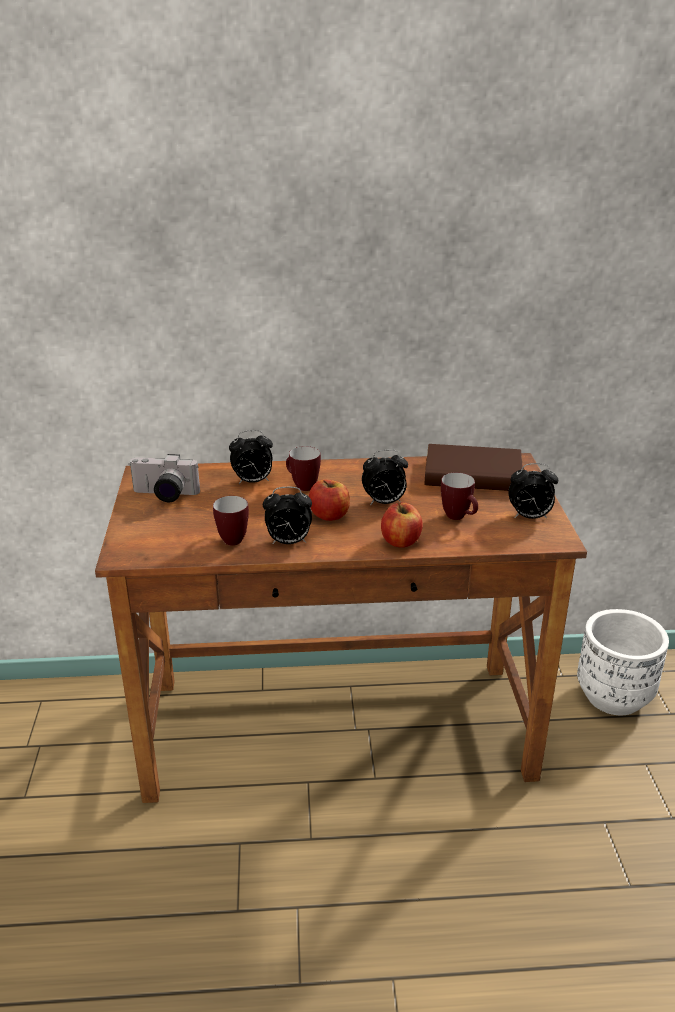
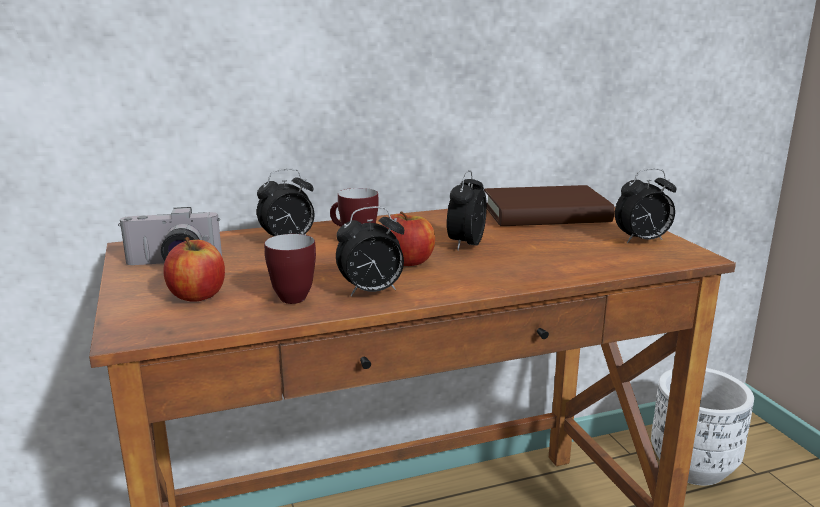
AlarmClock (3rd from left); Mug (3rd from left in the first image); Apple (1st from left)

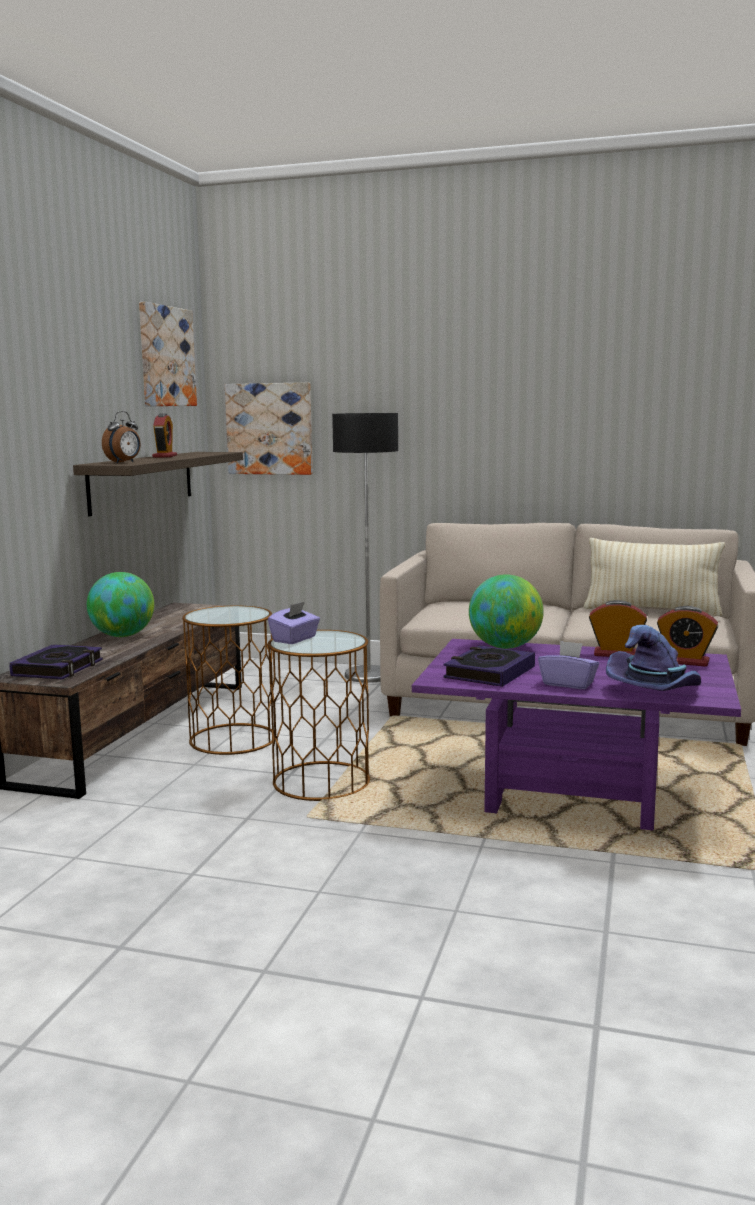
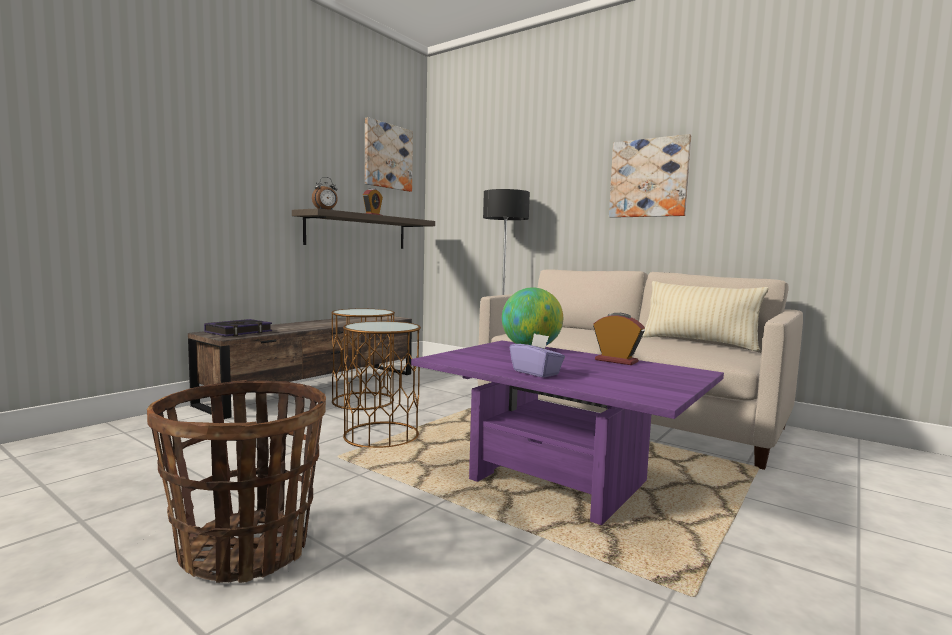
Picture (2nd from left); Globe (1st from left in the first image); PurpleTissueBox (1st from left in the first image); AlarmClock (4th from left in the first image); PurpleHat; Book (2nd from left in the first image); Basket

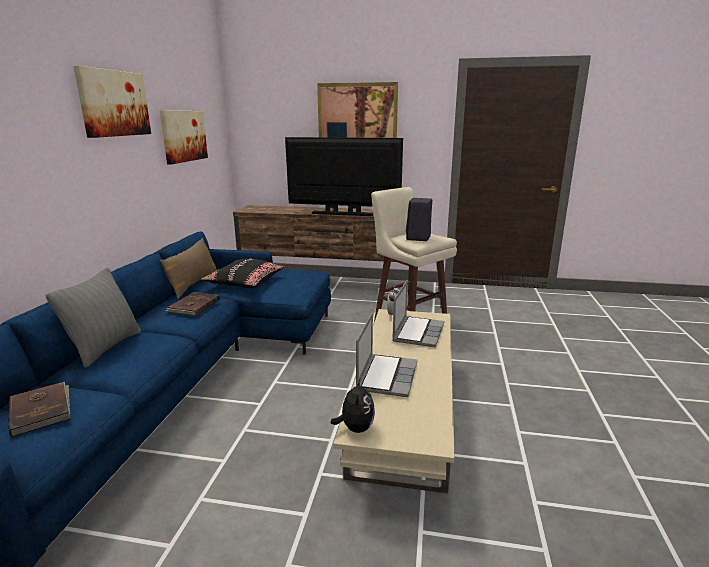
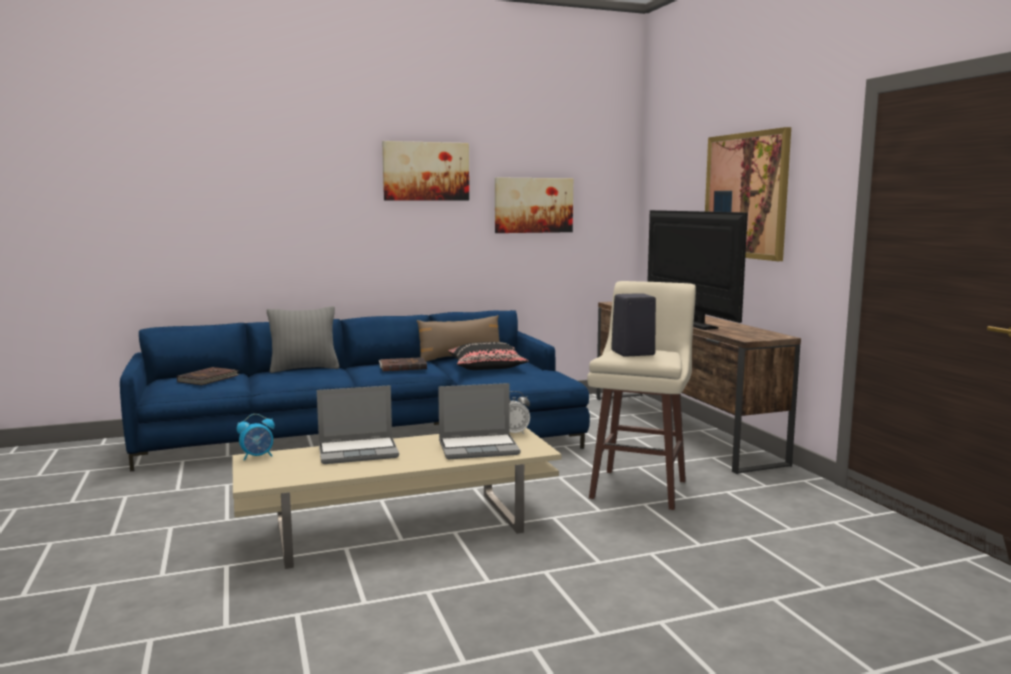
AlarmClock (1st from left)

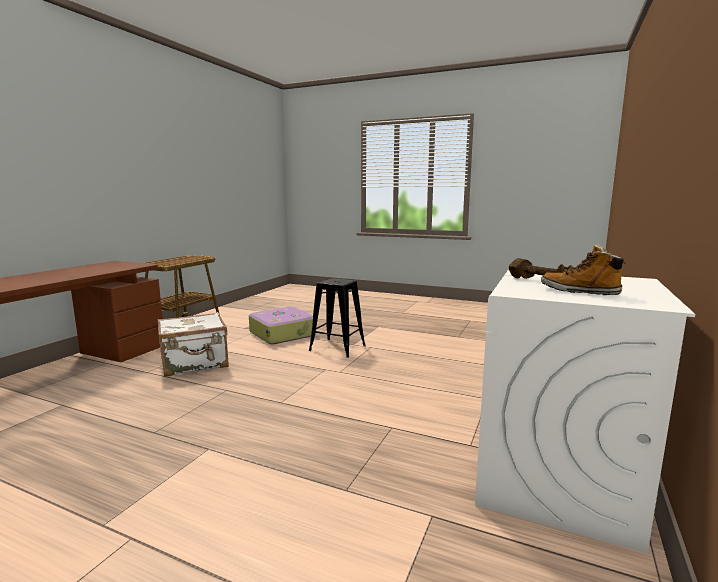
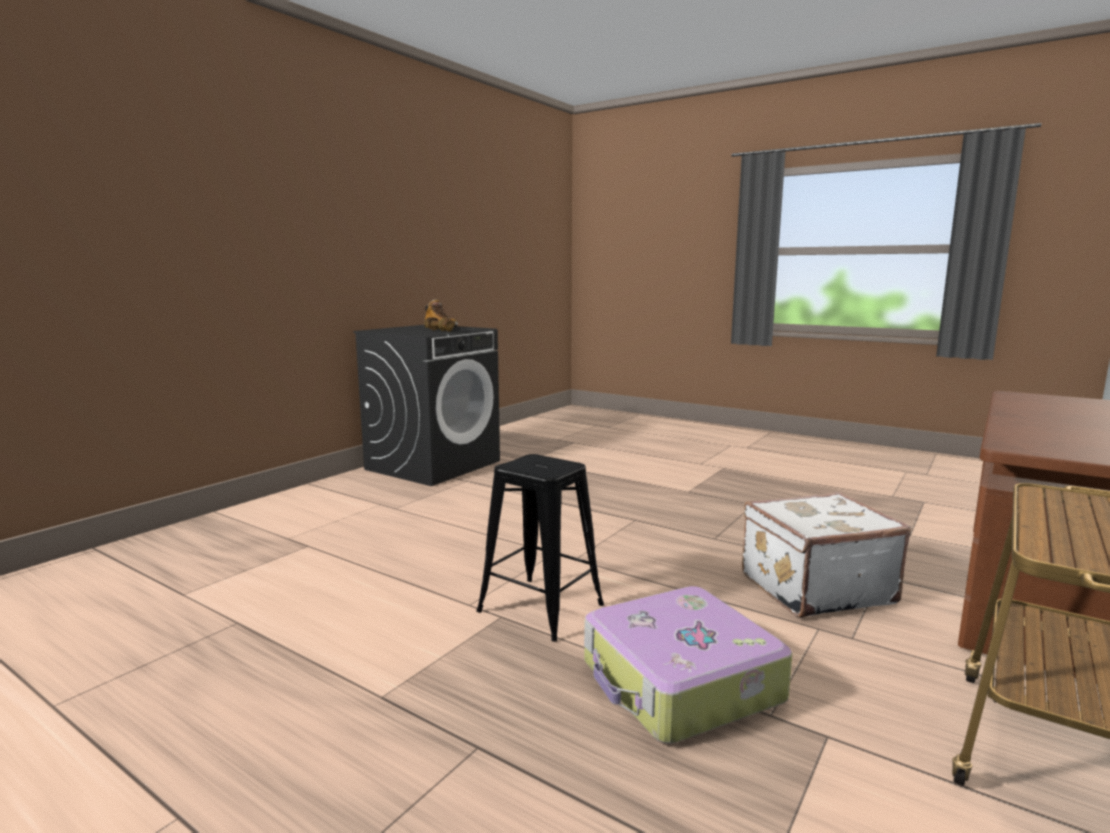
BlackWashingMachine

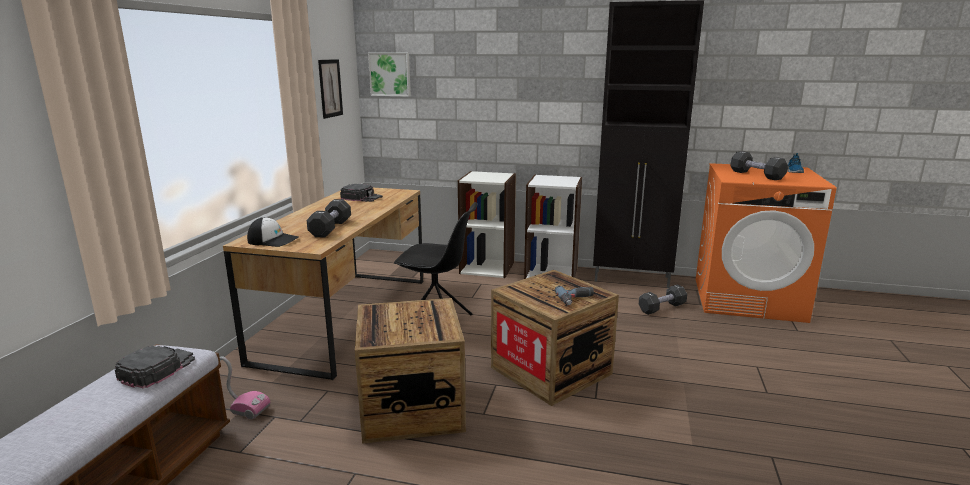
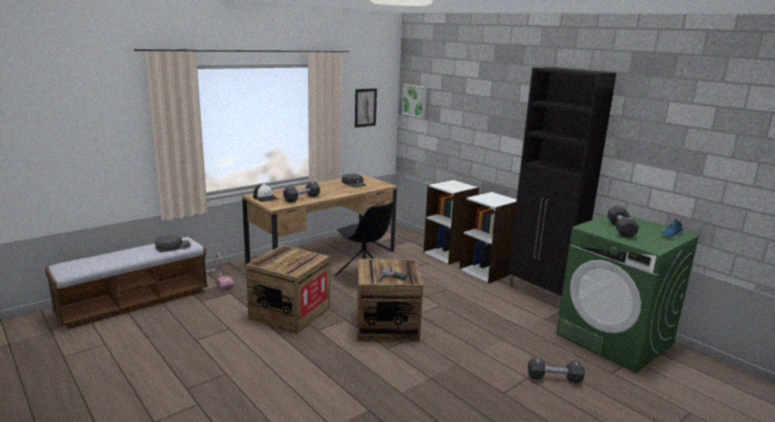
GreenWashingMachine; BlackDumbbell (2nd from left)

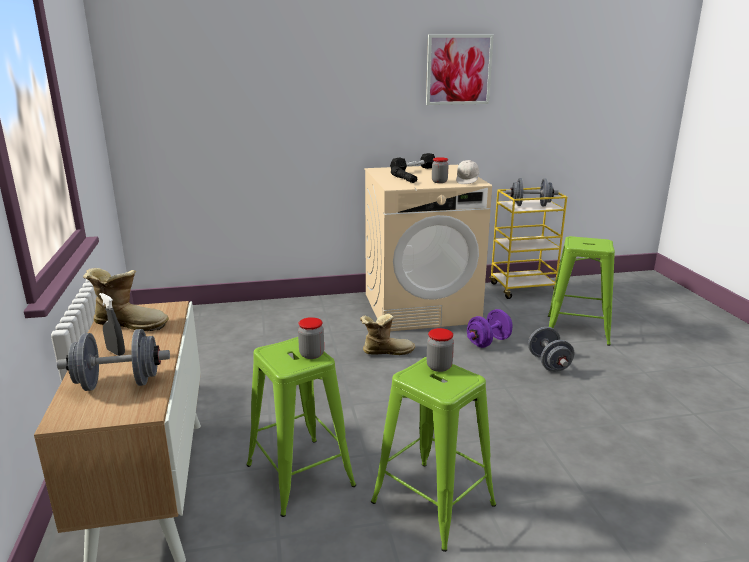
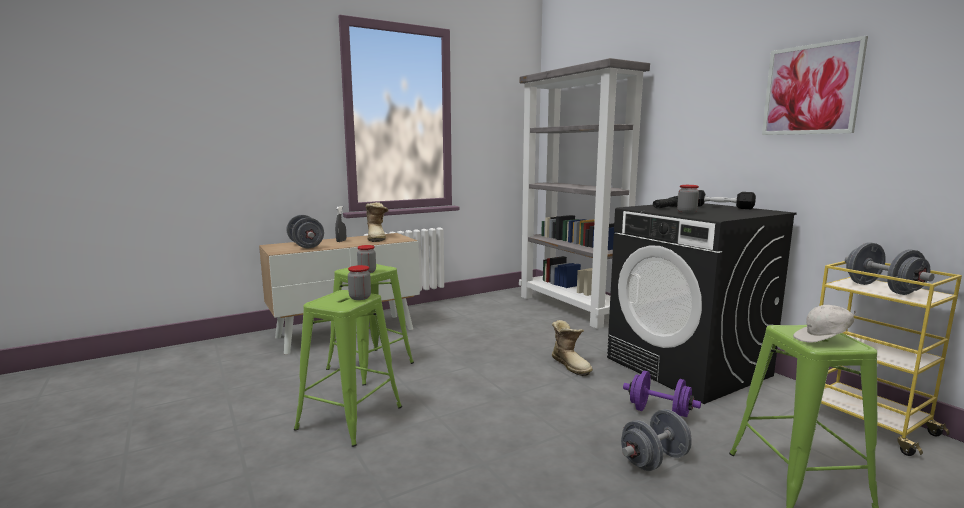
WhiteCap; BlackWashingMachine; GreyBookcase

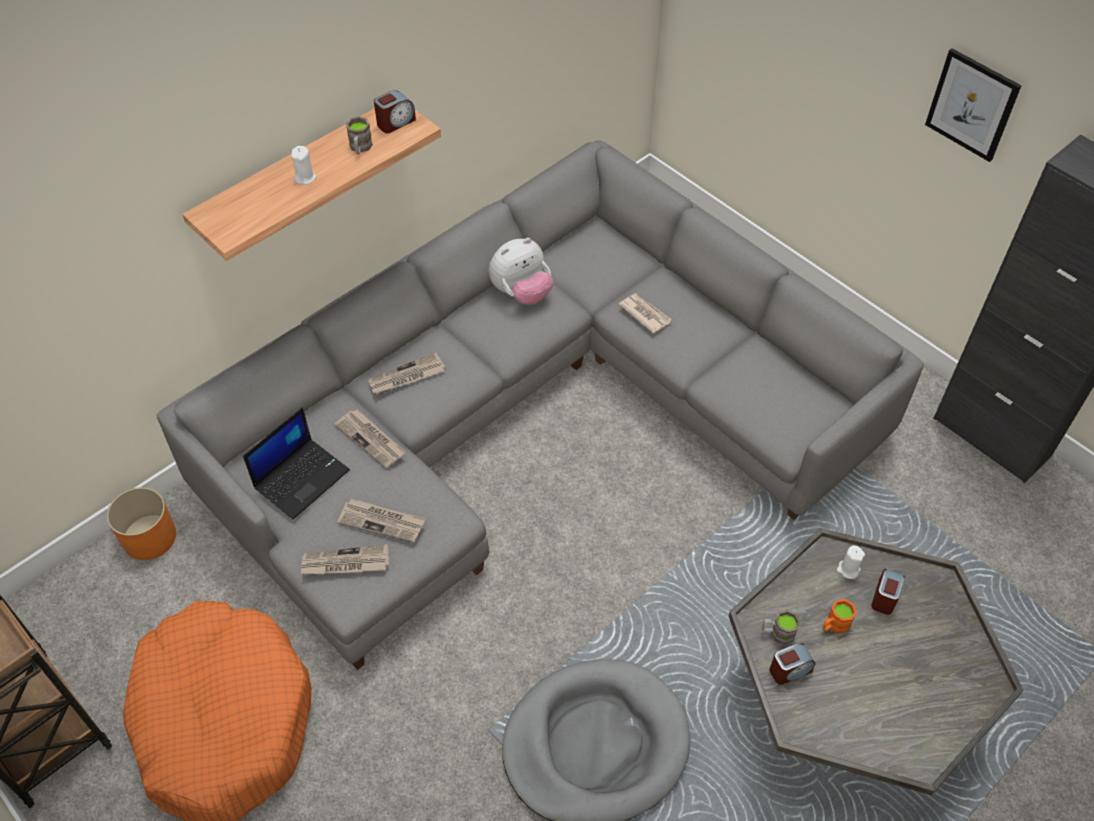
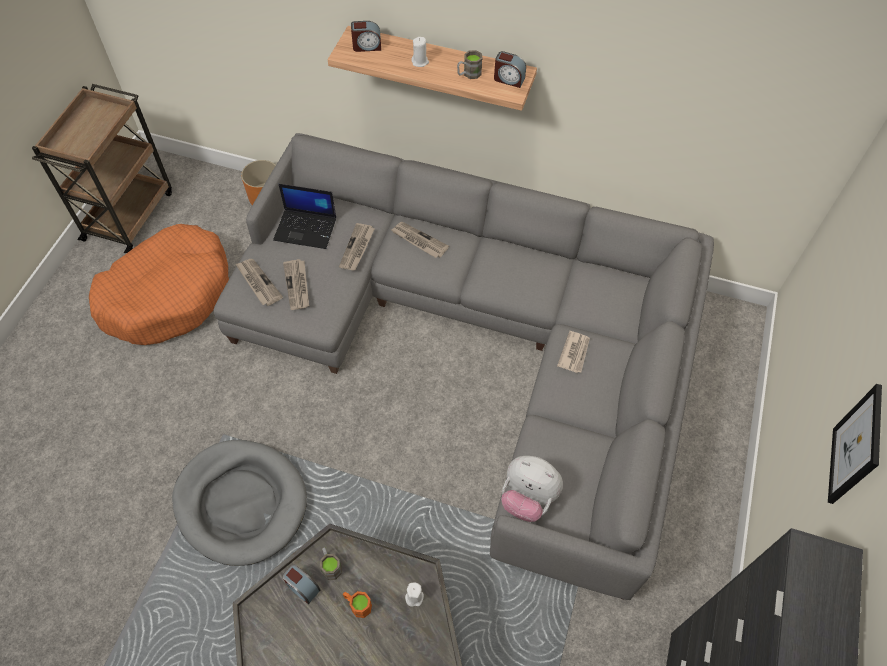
PlushToy; AlarmClock (2nd from left)

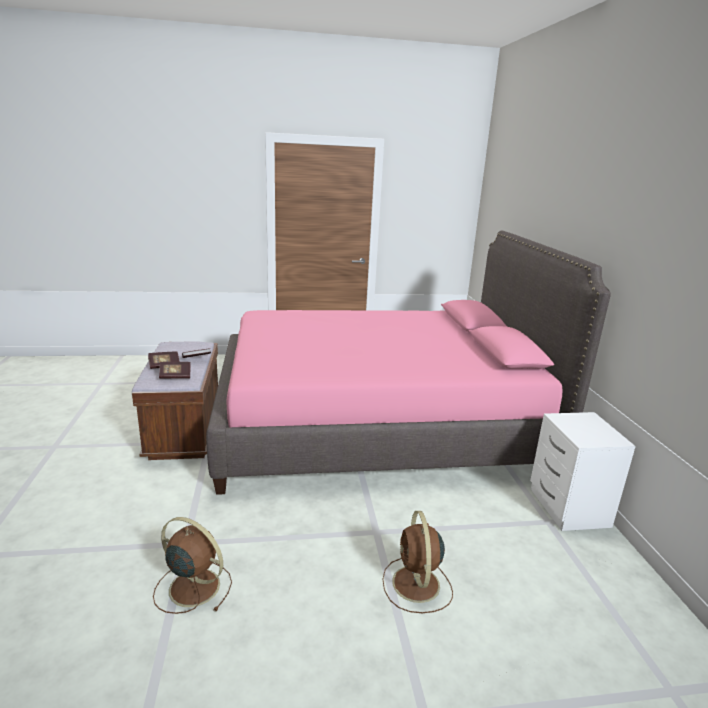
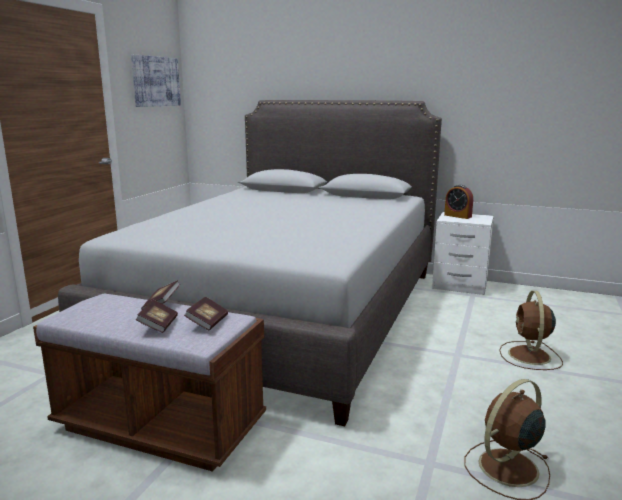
GreyBed; BrownFan (2nd from left); Picture; AlarmClock

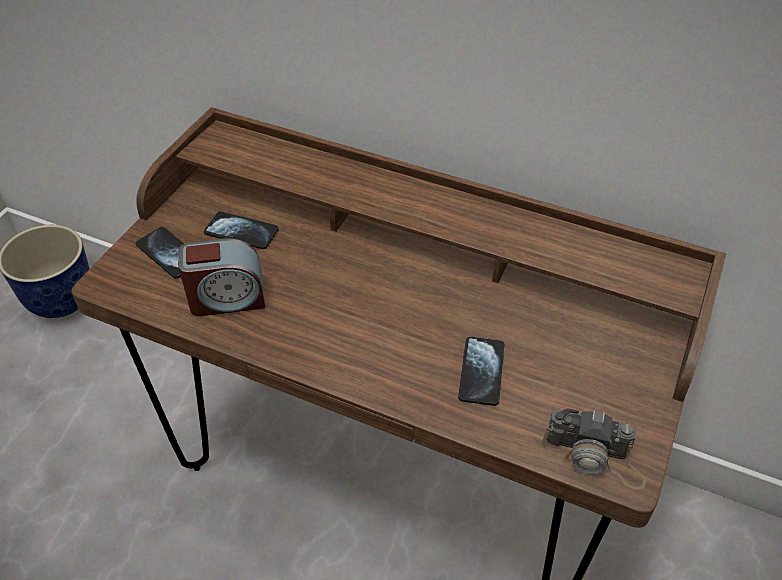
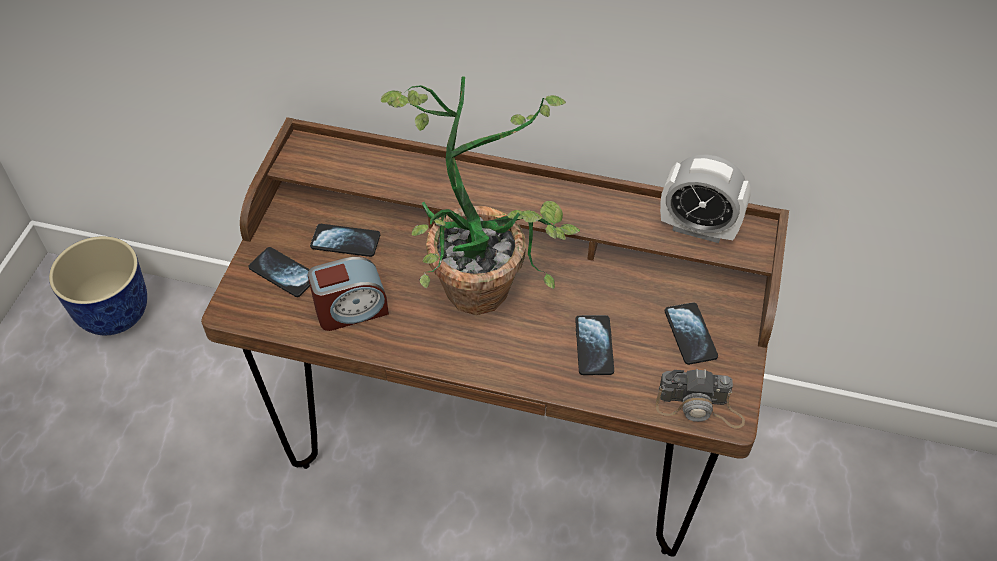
PottedPlant; AlarmClock (2nd from left); Phone (4th from left)

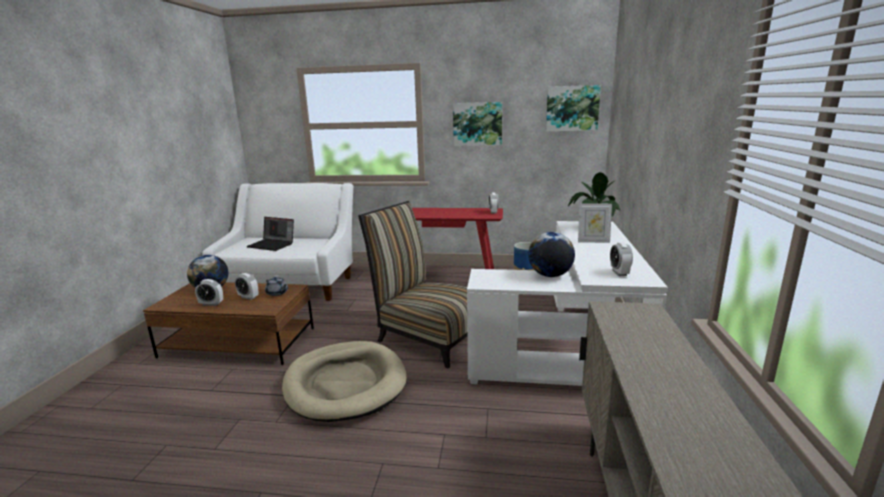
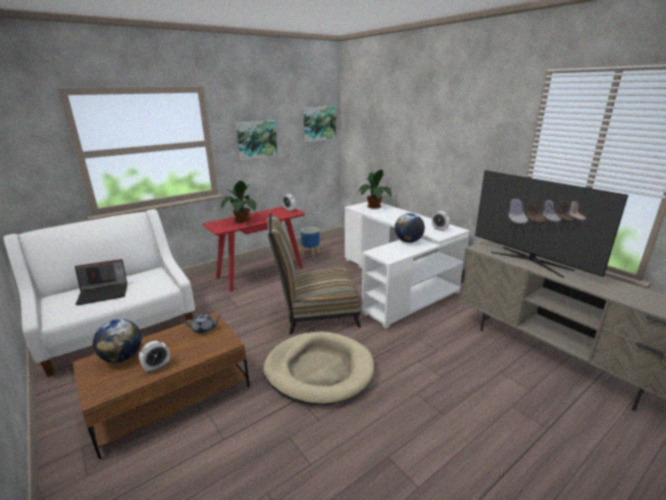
PictureFrame; AlarmClock (2nd from left in the first image); Television; PottedPlant (1st from left)

